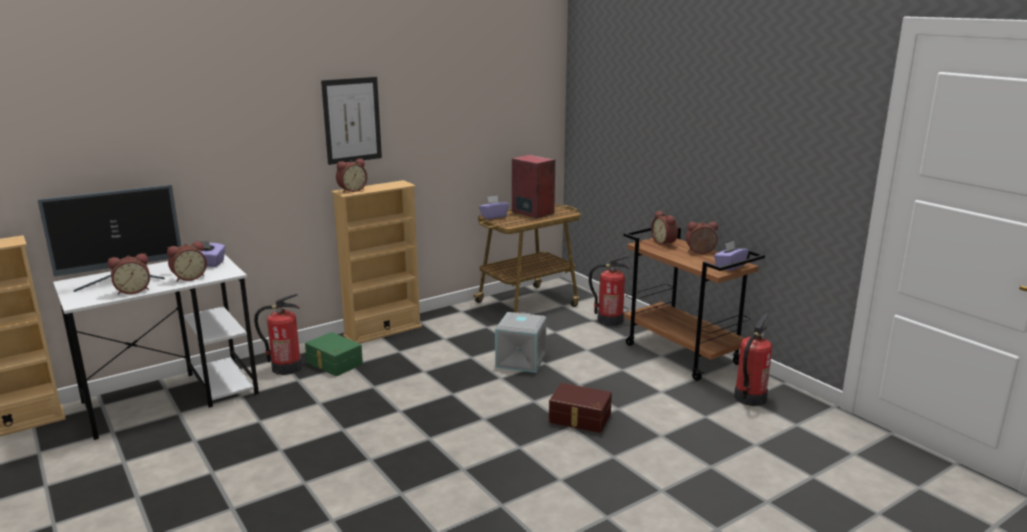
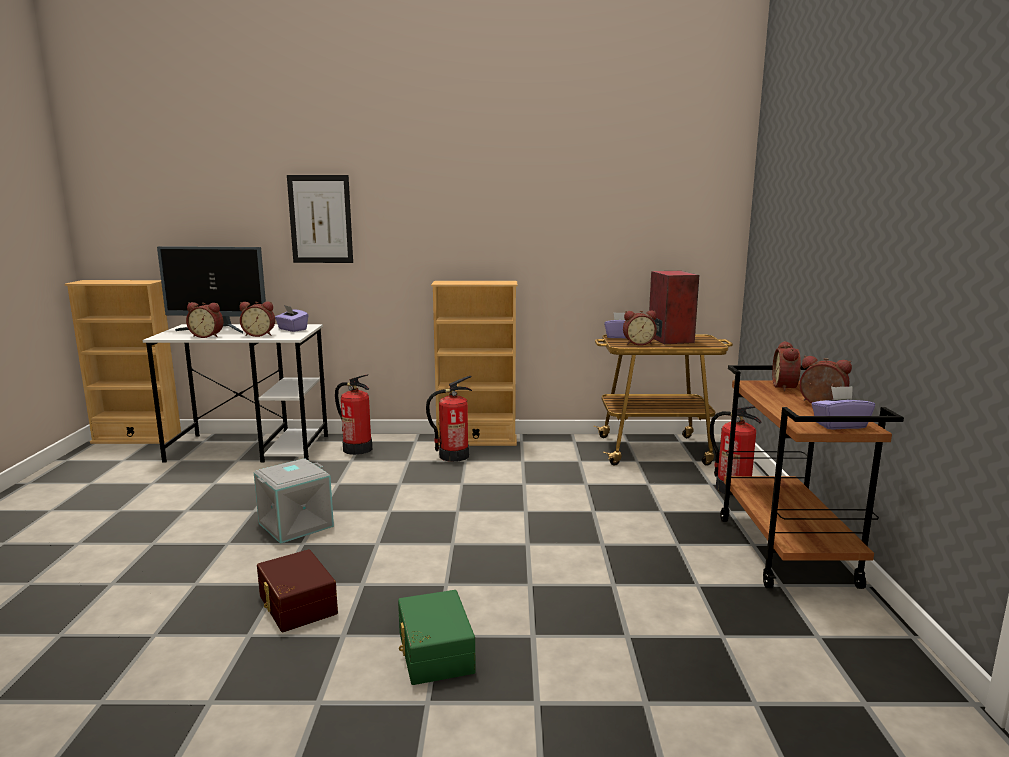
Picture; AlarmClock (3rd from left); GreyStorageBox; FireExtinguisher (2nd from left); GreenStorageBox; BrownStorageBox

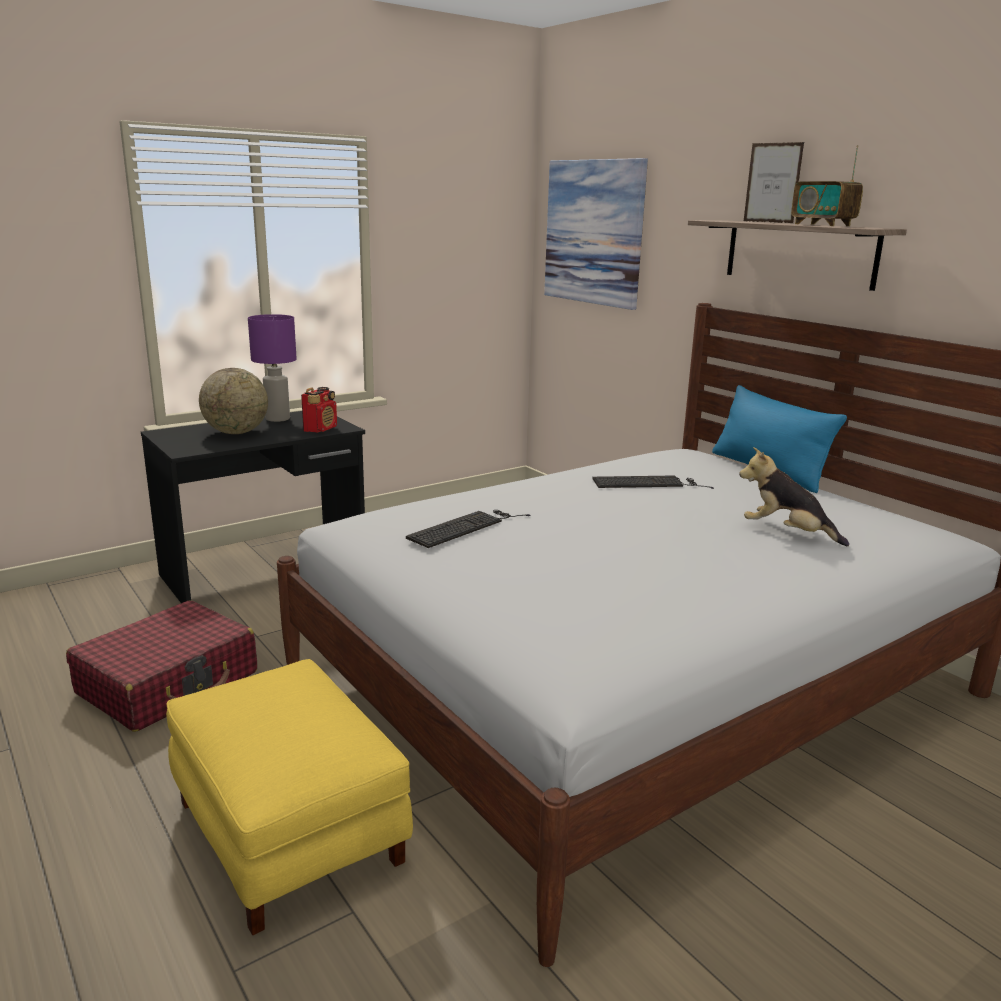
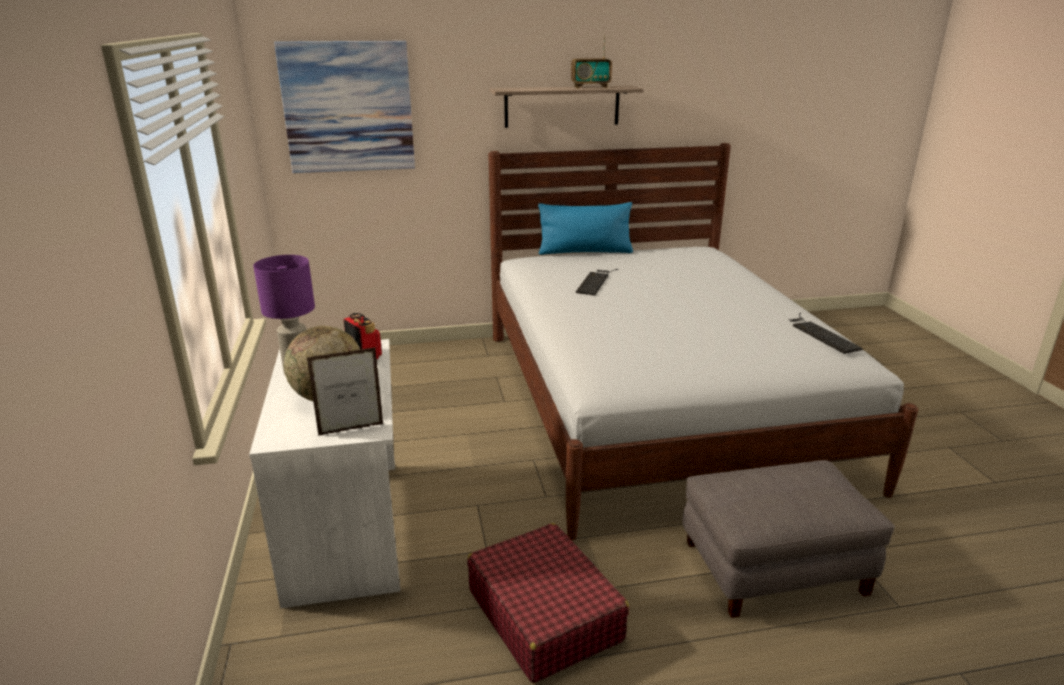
PictureFrame; WhiteDesk; PlushToy; Keyboard (2nd from left); GreyOttoman

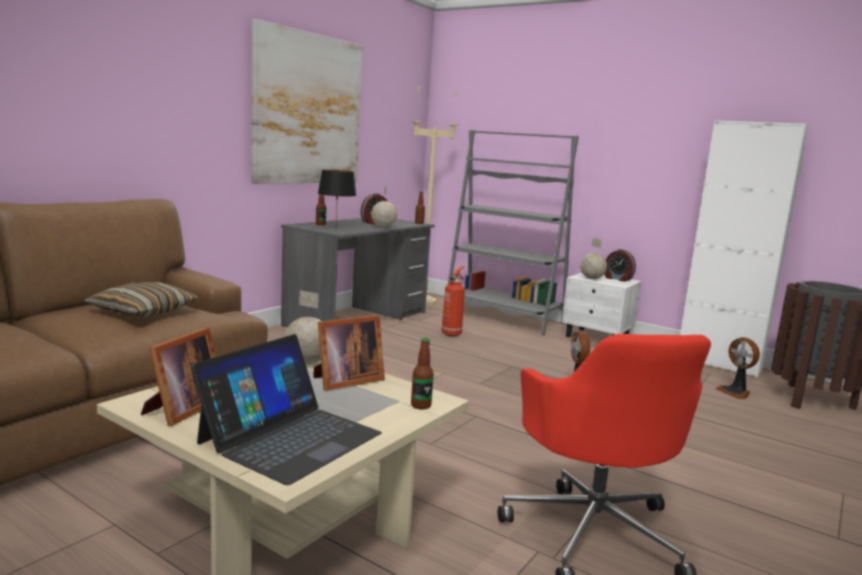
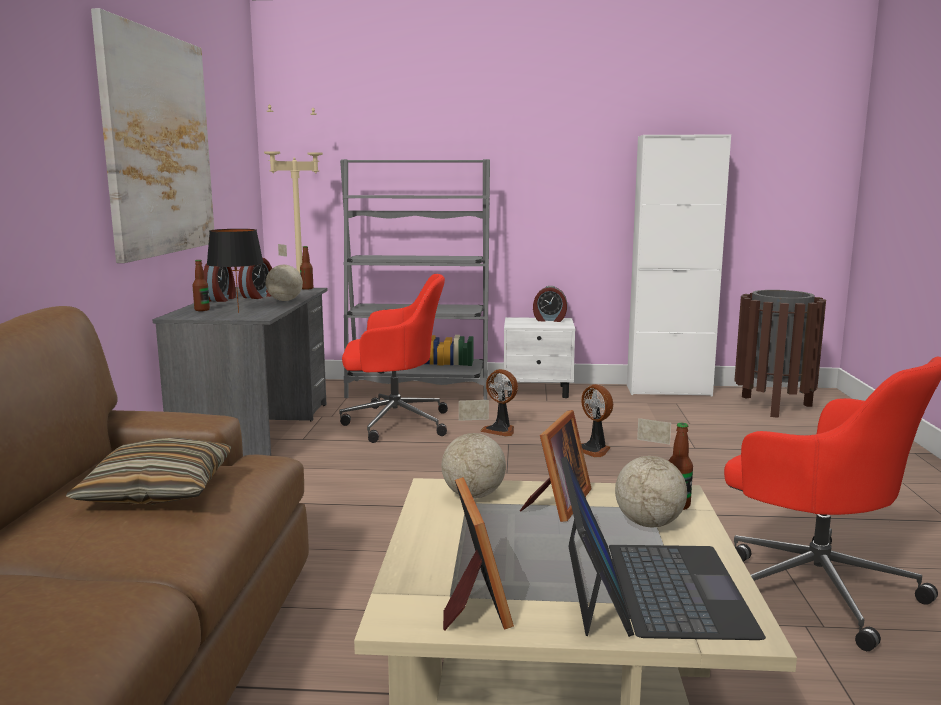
Globe (3rd from left); RedOfficeChair (1st from left); Fan (1st from left); AlarmClock (1st from left)

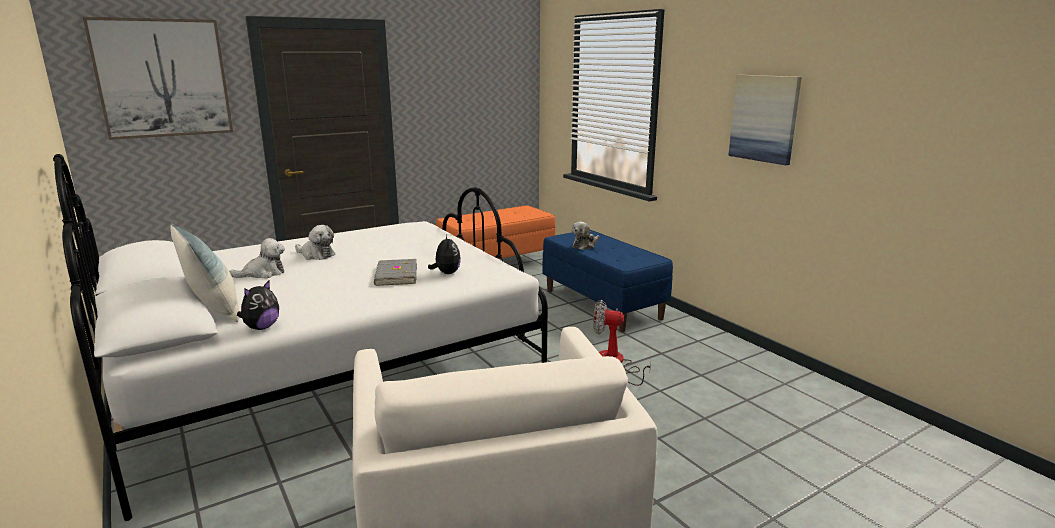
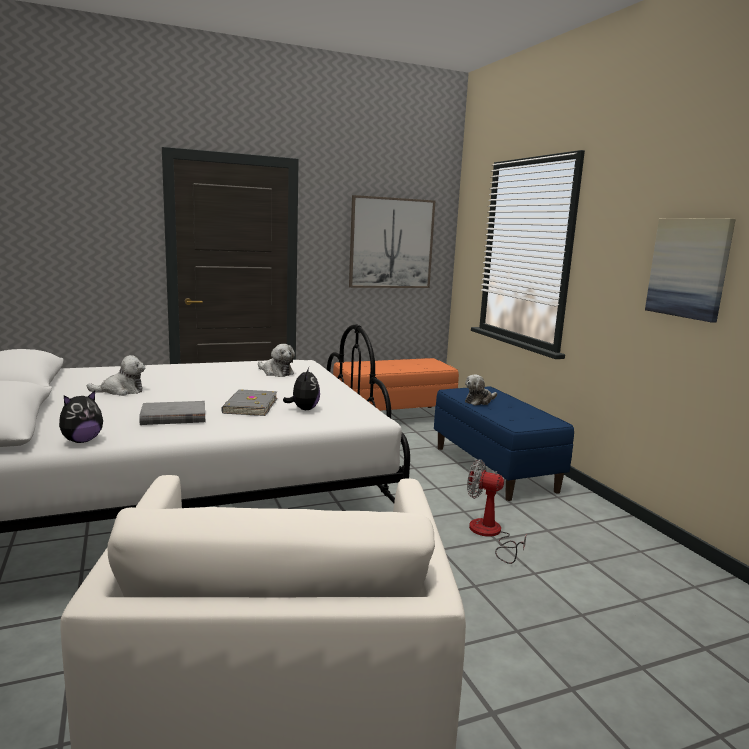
Picture (1st from left); Pillow; PlushToy (3rd from left); GreyBook (1st from left)

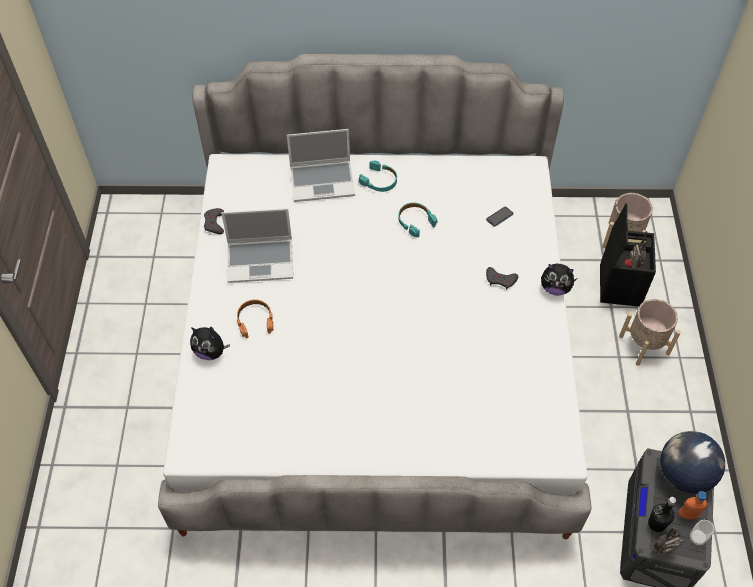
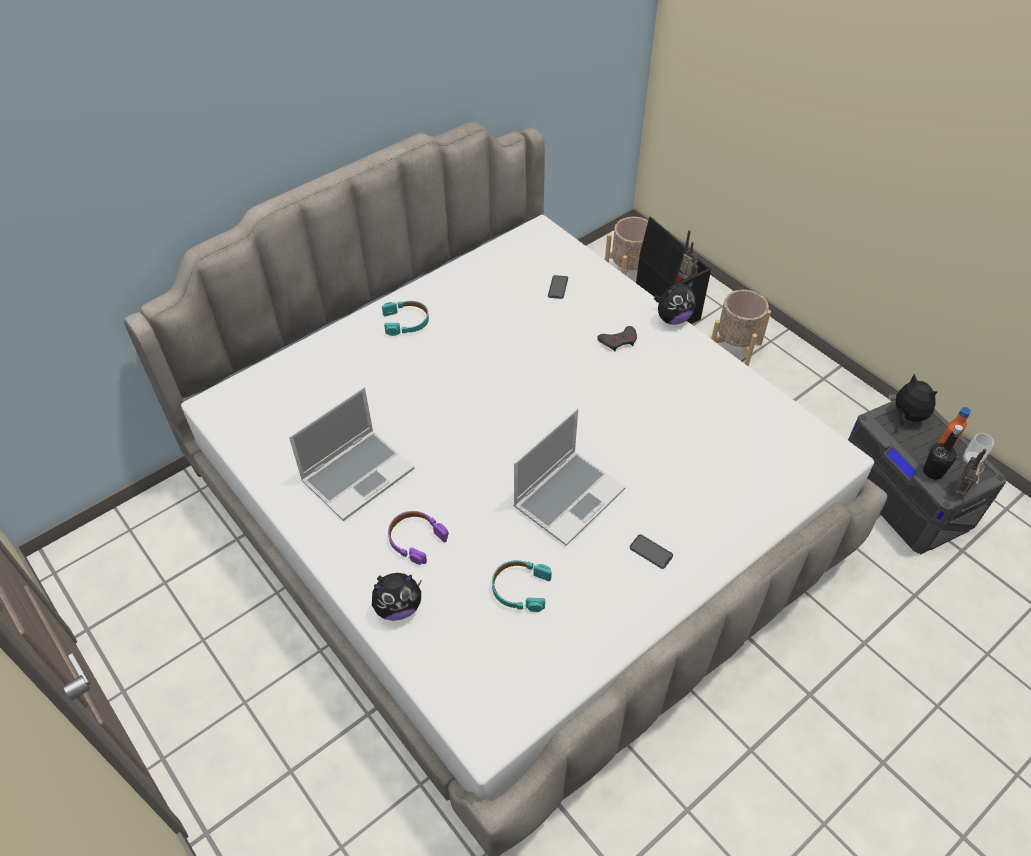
Laptop (2nd from left); TurquoiseHeadphones (2nd from left); GreyGameController (1st from left in the first image); PurpleHeadphones; PlushToy (3rd from left); Phone (2nd from left)

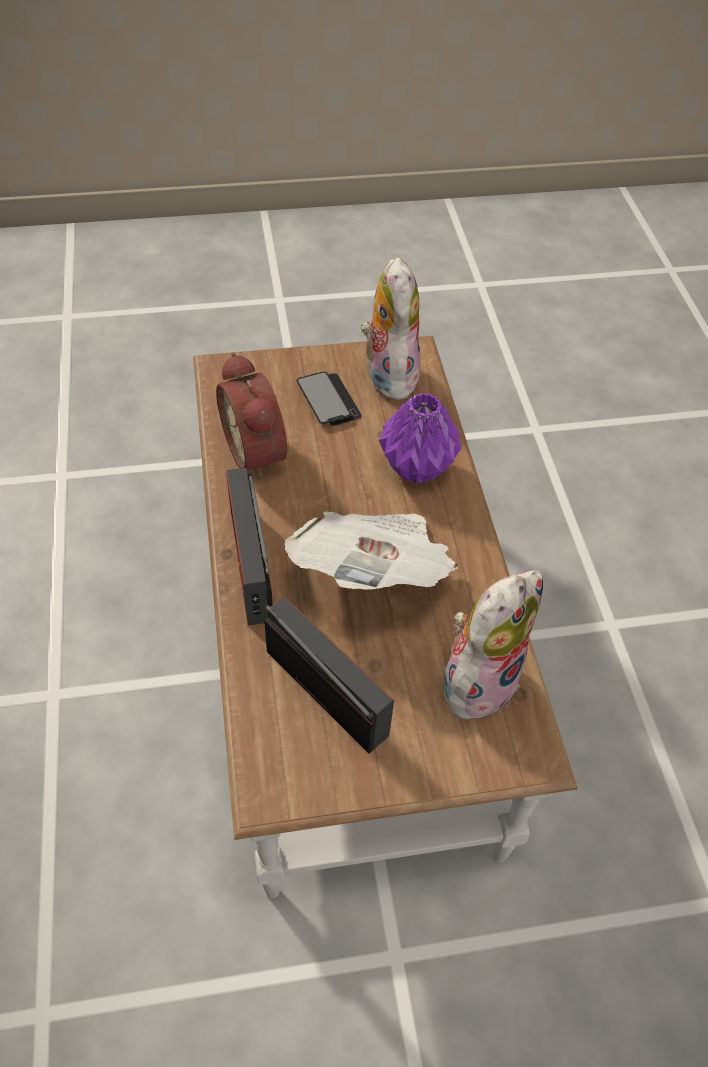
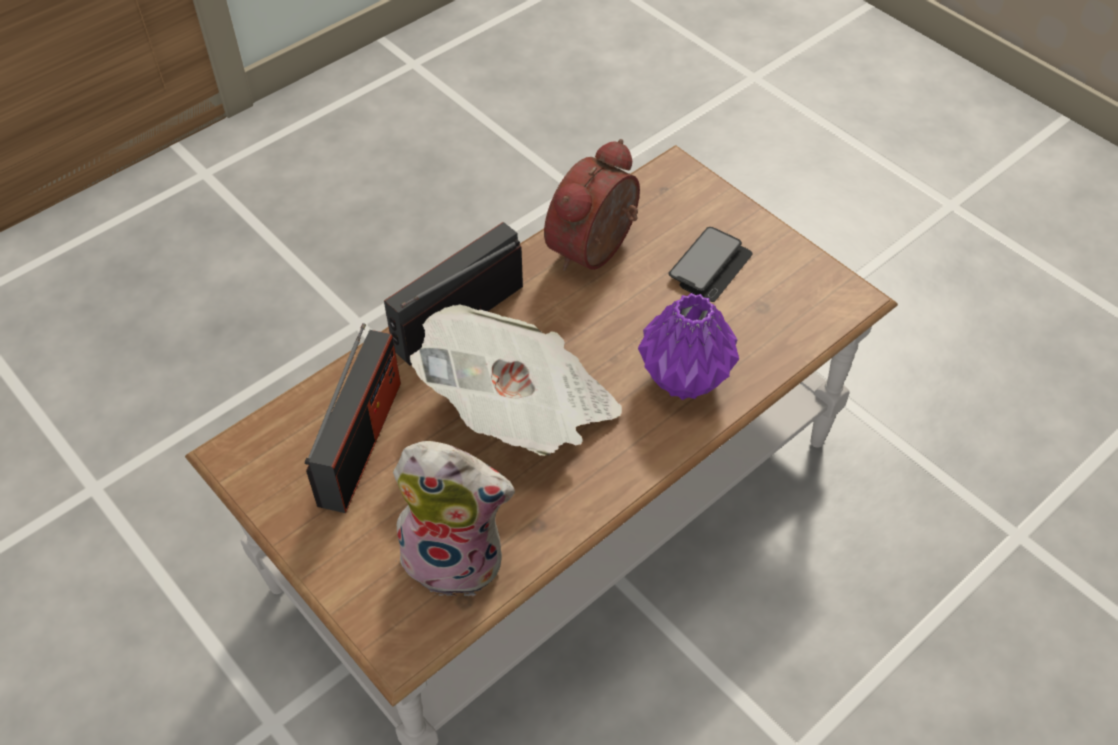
PlushToy (1st from left in the first image)

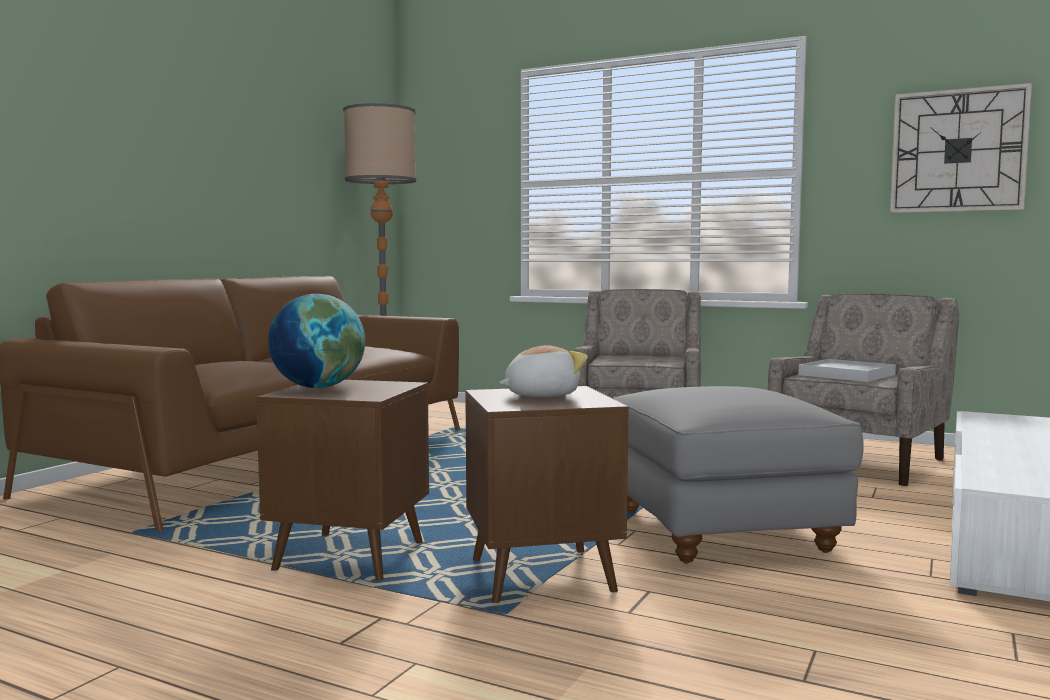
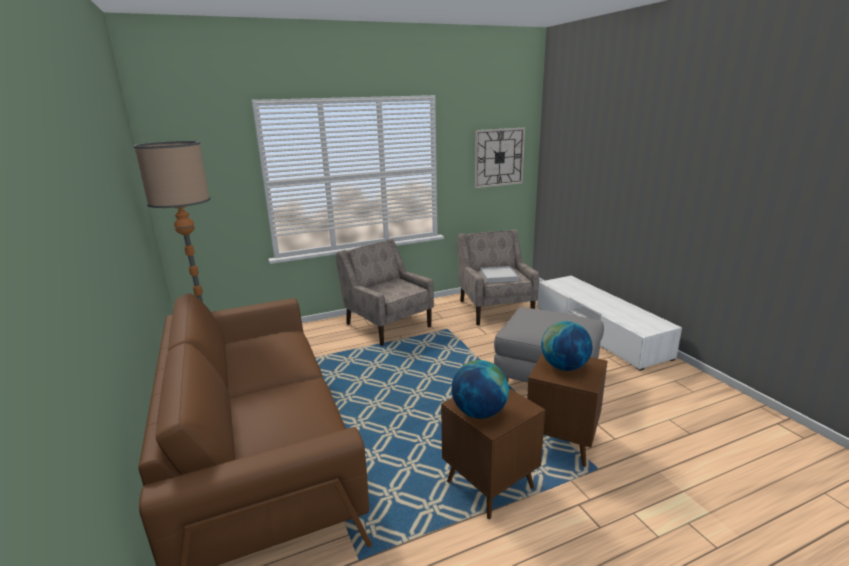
Globe (2nd from left)

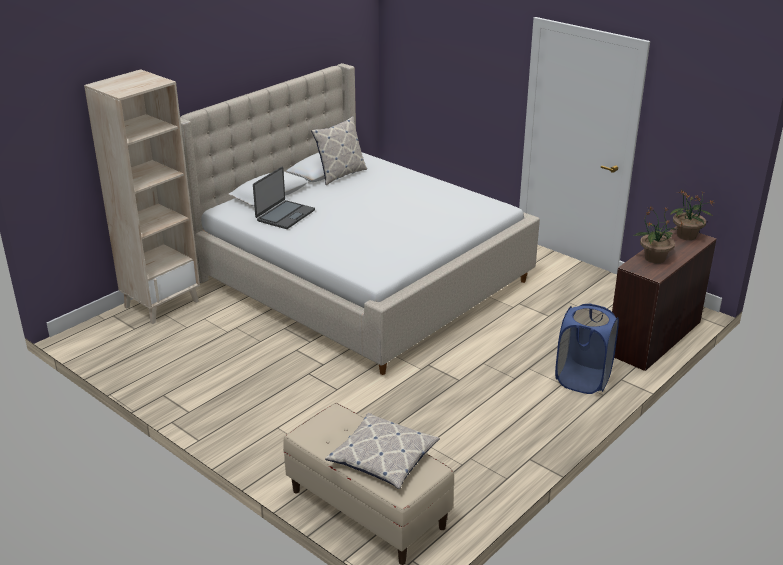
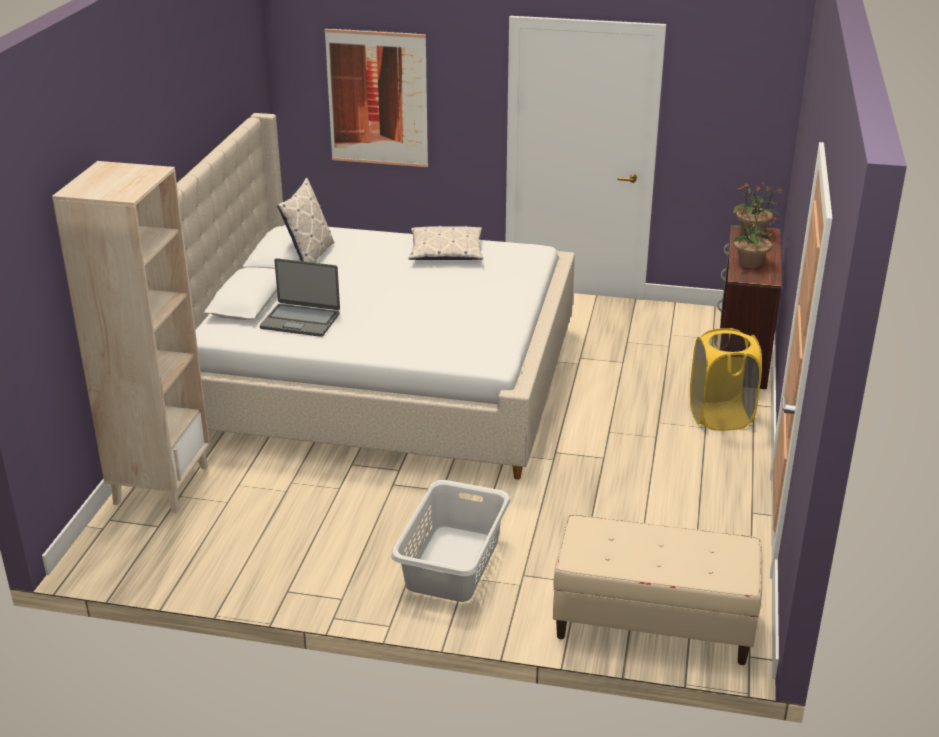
Laptop; YellowLaundryBasket; Pillow (2nd from left); Picture; GreyLaundryBasket

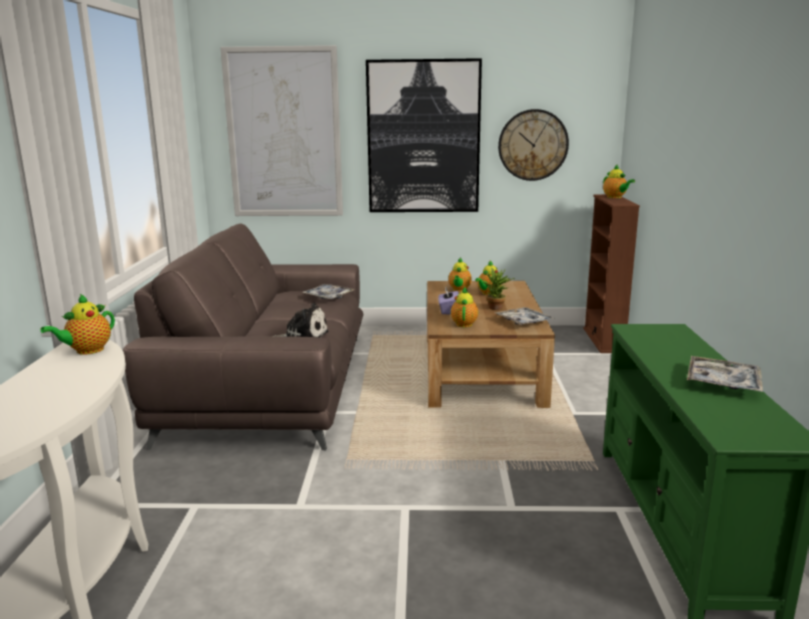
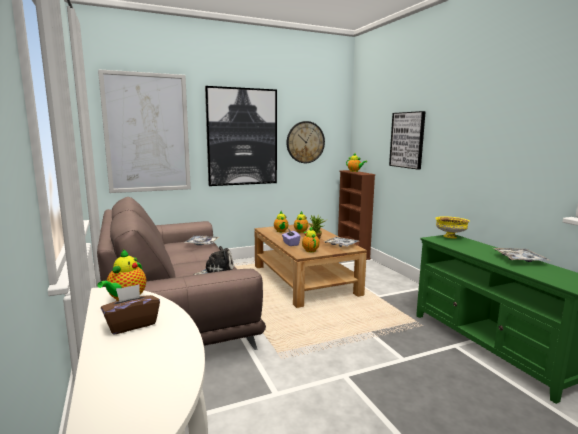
Picture (3rd from left); YellowBowl; BrownTissueBox

